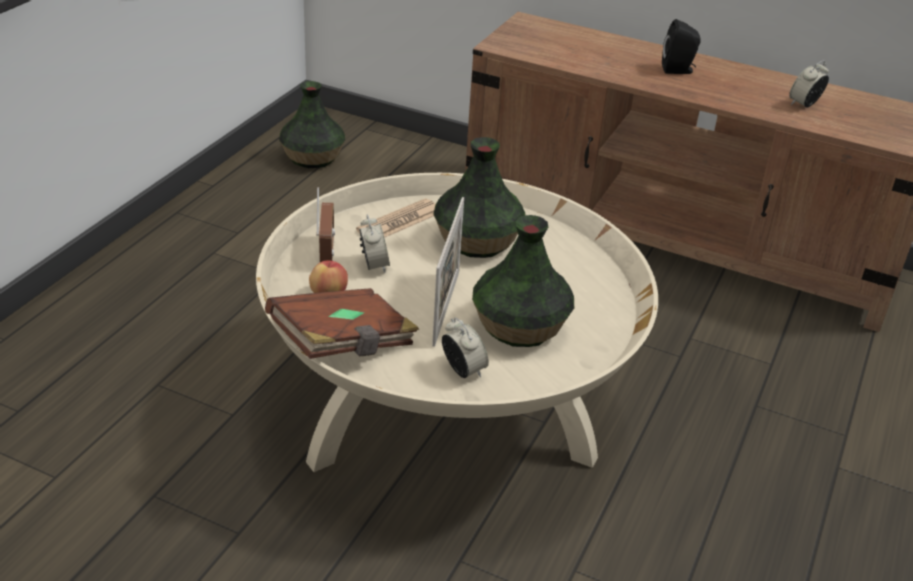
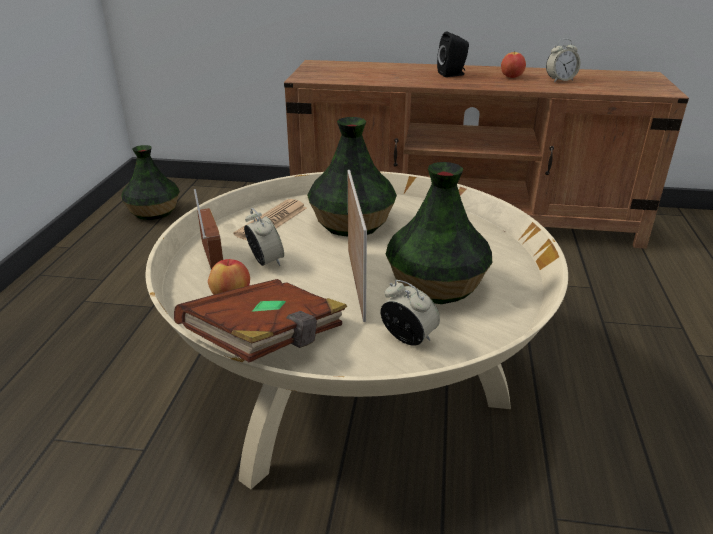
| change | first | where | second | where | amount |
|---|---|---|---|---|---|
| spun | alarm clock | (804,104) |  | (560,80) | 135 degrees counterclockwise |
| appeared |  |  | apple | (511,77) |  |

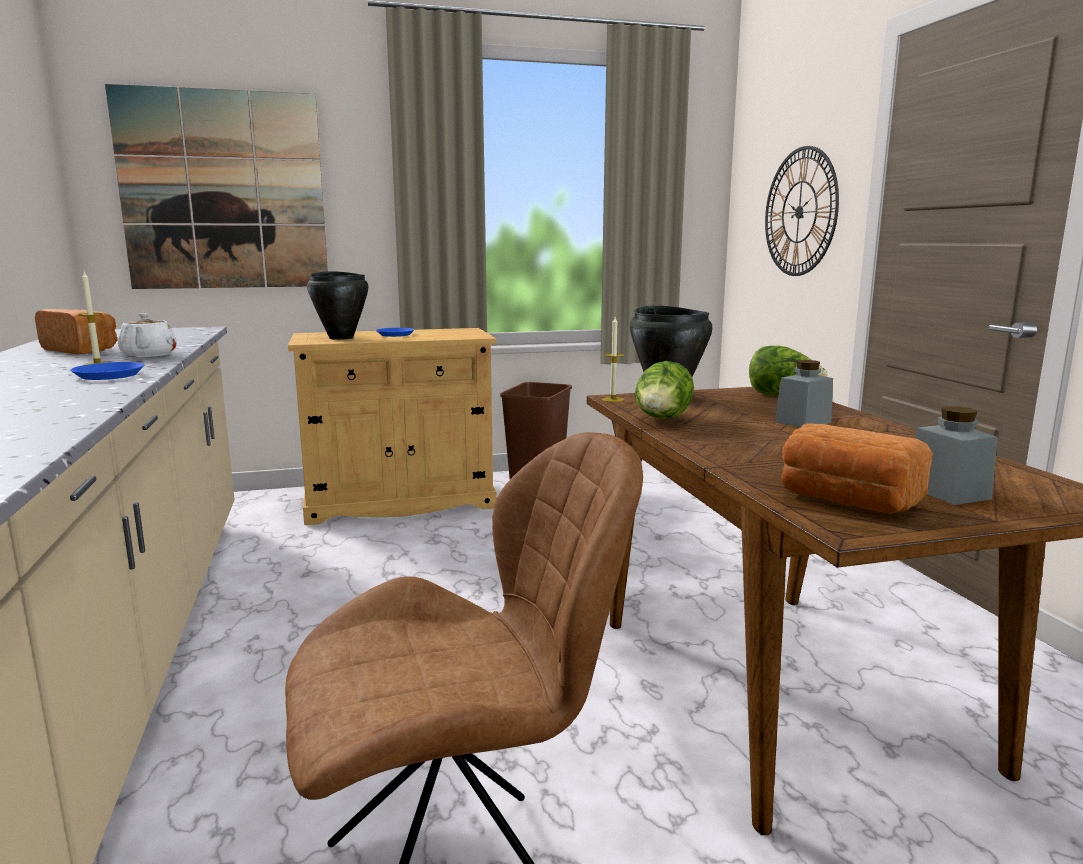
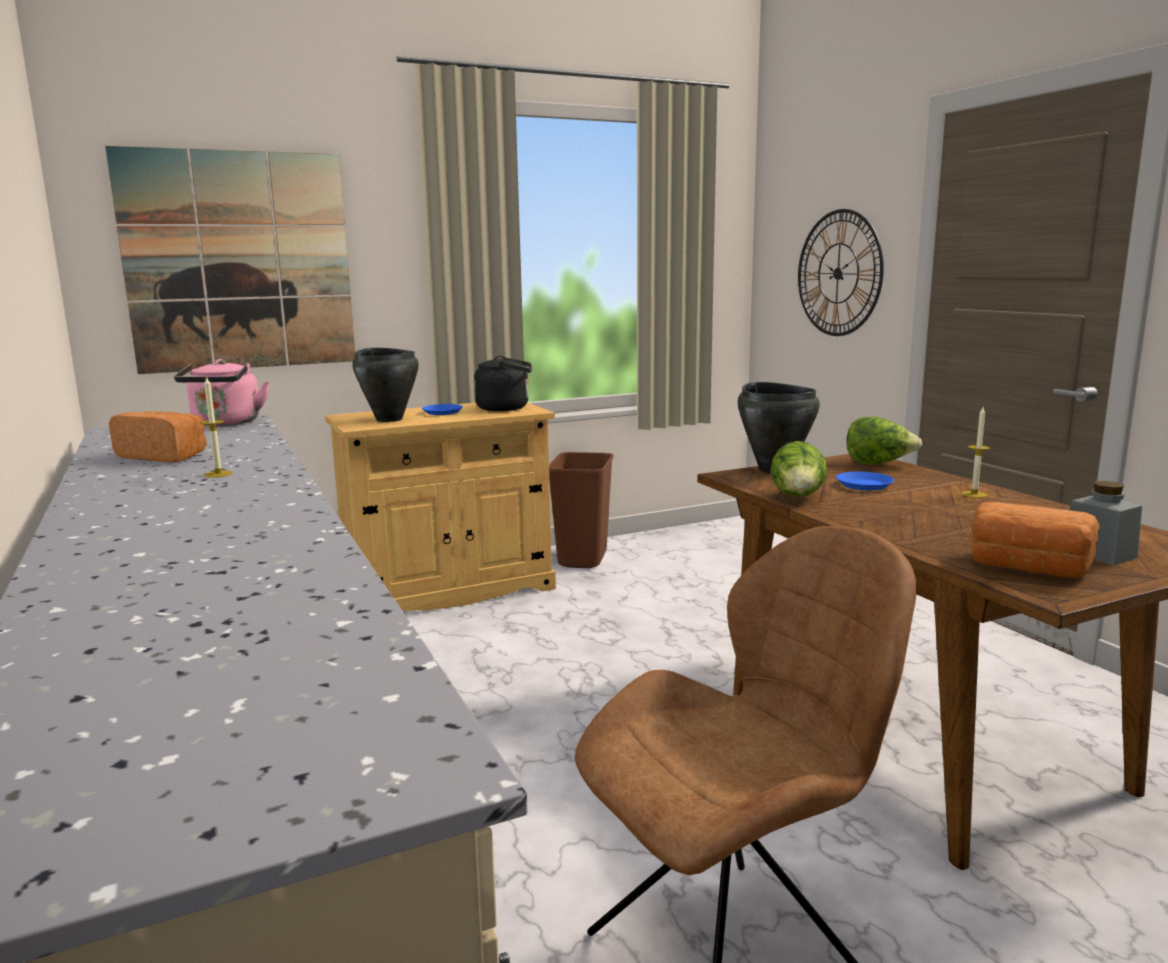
| change | first | where | second | where | amount |
|---|---|---|---|---|---|
| missing | teapot/white | (148,355) |  |  |  |
| relocated | candle | (613,400) |  | (974,494) |  |
| missing | jar/grey | (803,422) |  |  |  |
| relocated | plate/blue | (109,375) |  | (864,485) |  |
| appeared |  |  | kettle/black | (506,408) |  |
| appeared |  |  | kettle/pink | (226,423) |  |

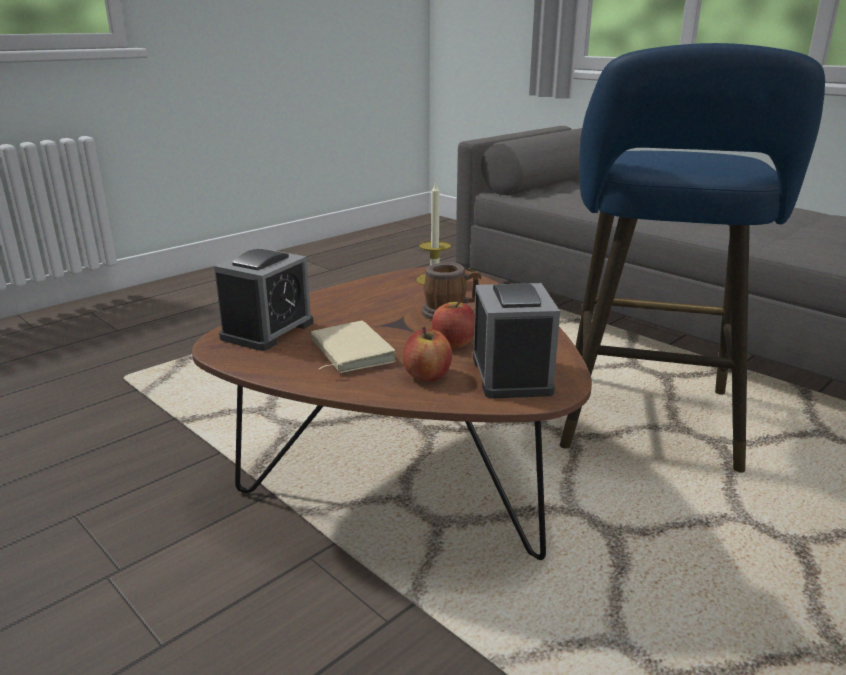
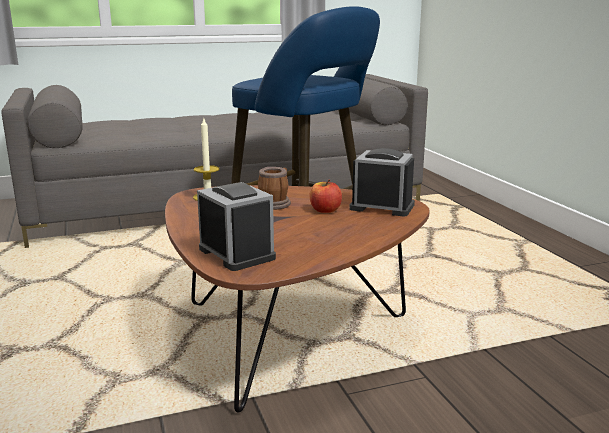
| change | first | where | second | where | amount |
|---|---|---|---|---|---|
| missing | book/beige | (349,352) |  |  |  |
| missing | apple | (427,375) |  |  |  |

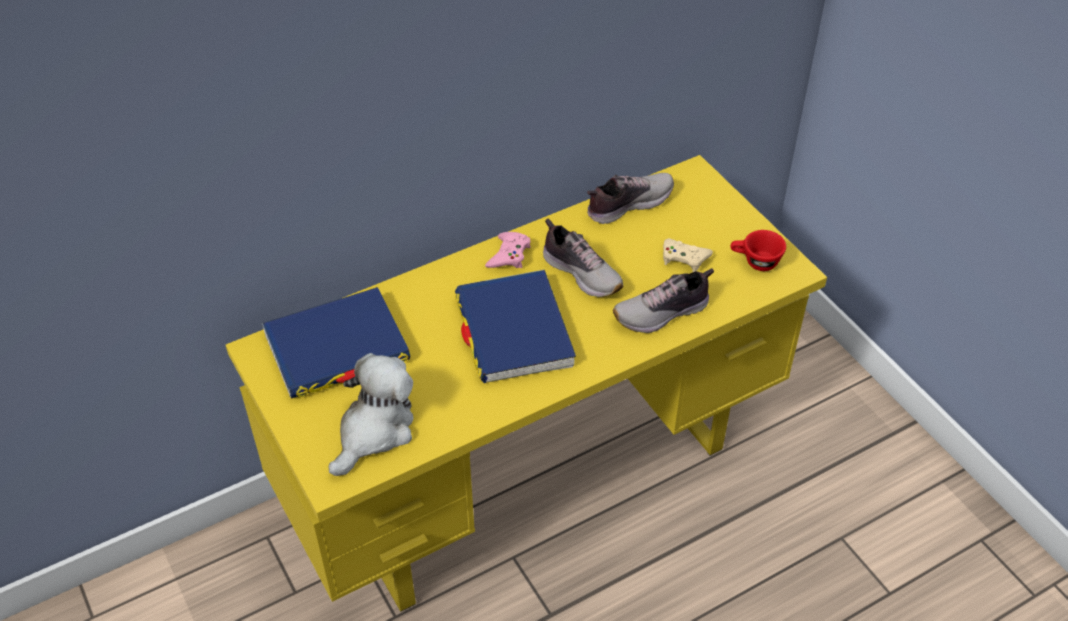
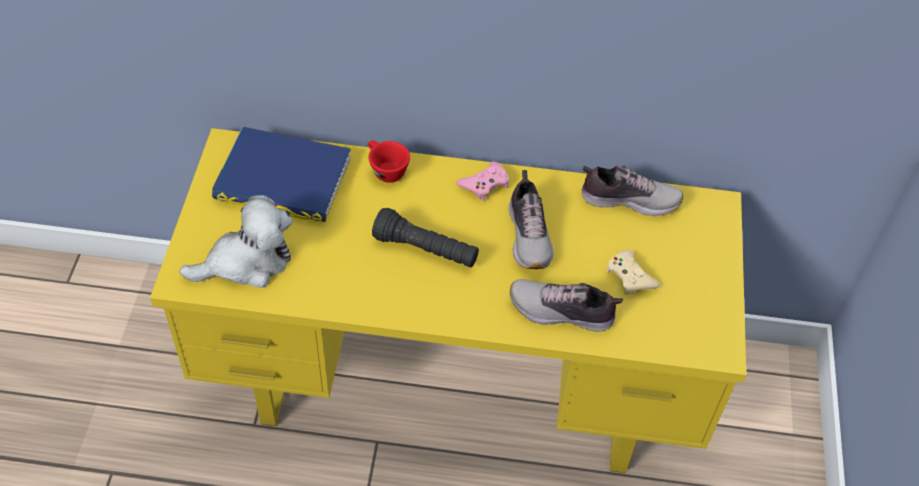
| change | first | where | second | where | amount |
|---|---|---|---|---|---|
| relocated | cup/red | (755,262) |  | (385,170) |  |
| exchanged | book/blue | (514,331) | flashlight/black | (426,250) |  |

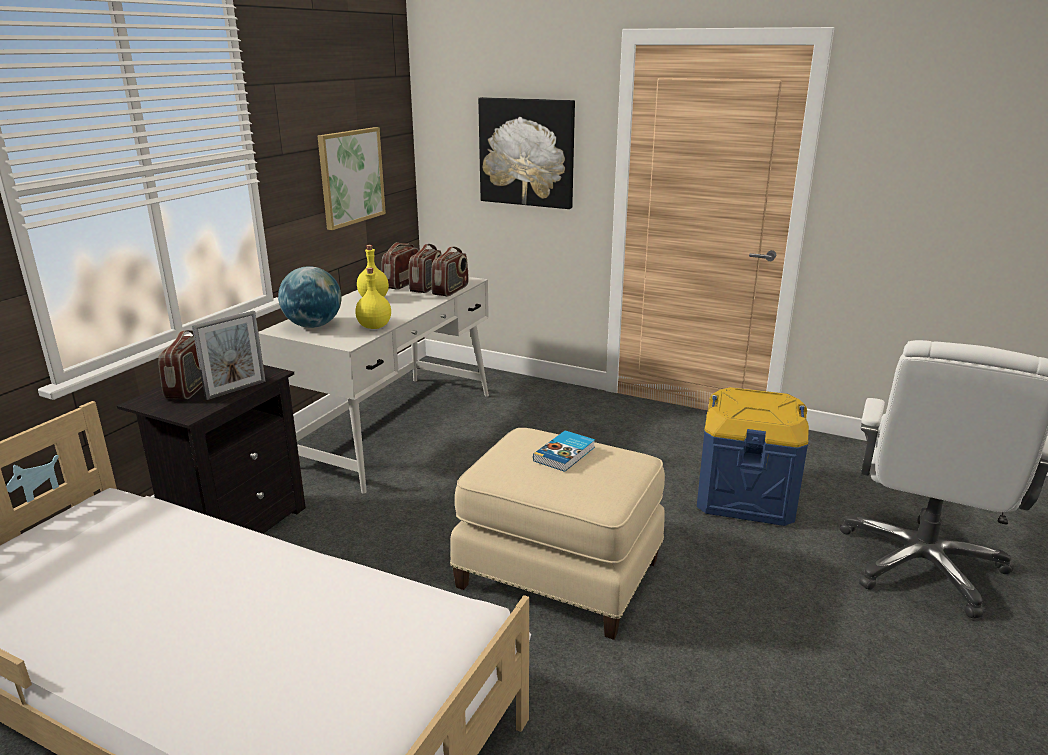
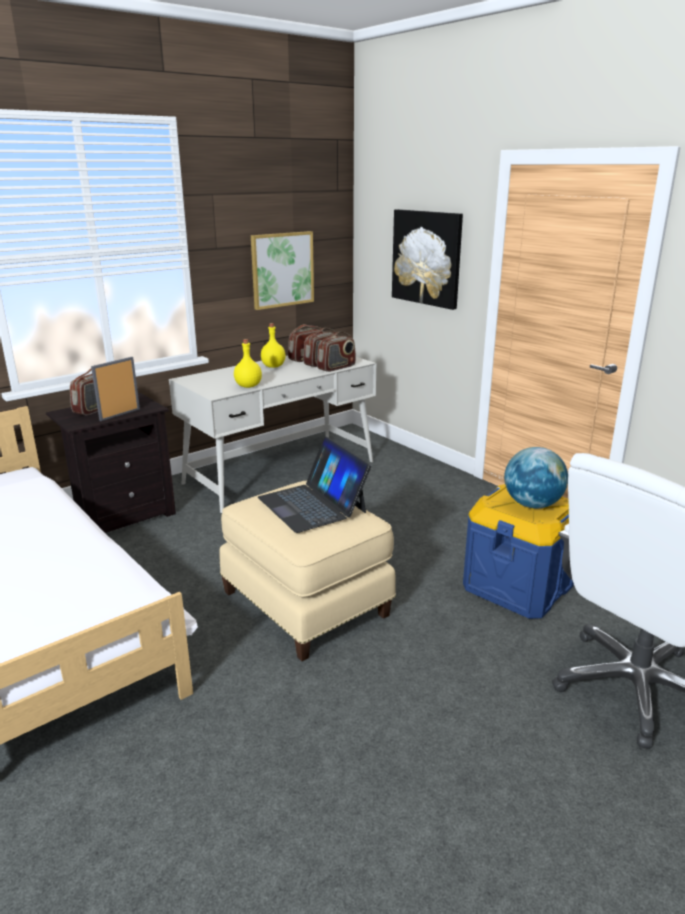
| change | first | where | second | where | amount |
|---|---|---|---|---|---|
| relocated | globe | (313,325) |  | (532,505) |  |
| spun | picture frame | (236,390) |  | (120,414) | 150 degrees clockwise |
| exchanged | book | (565,454) | laptop | (312,504) |  |

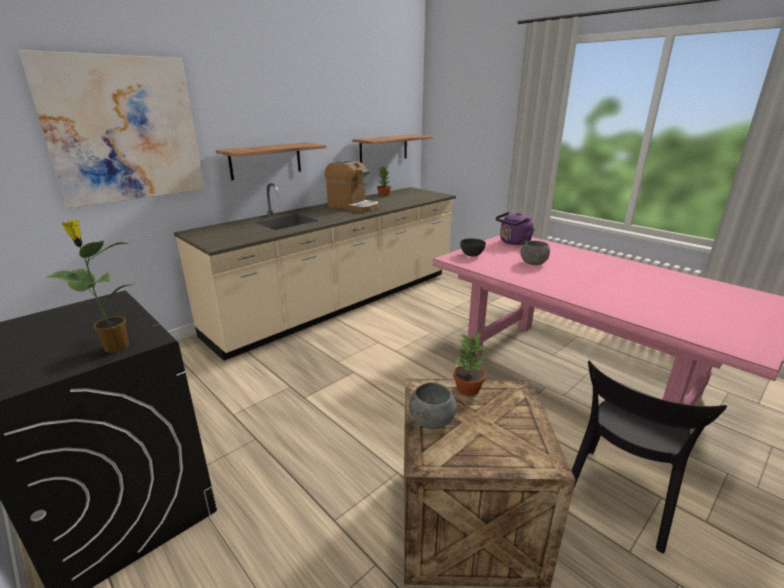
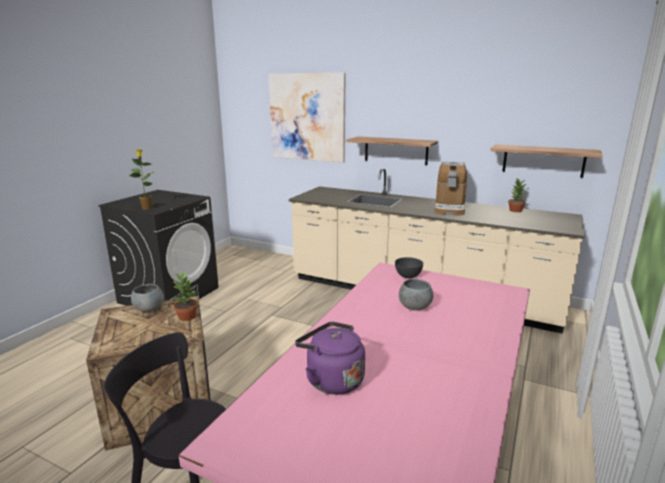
| change | first | where | second | where | amount |
|---|---|---|---|---|---|
| relocated | kettle/purple | (513,242) |  | (331,380) |  |

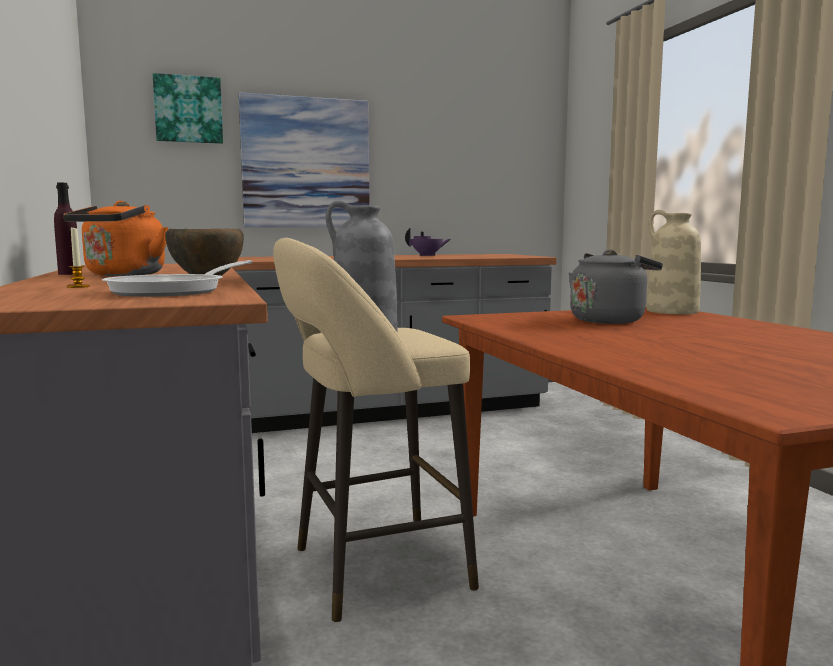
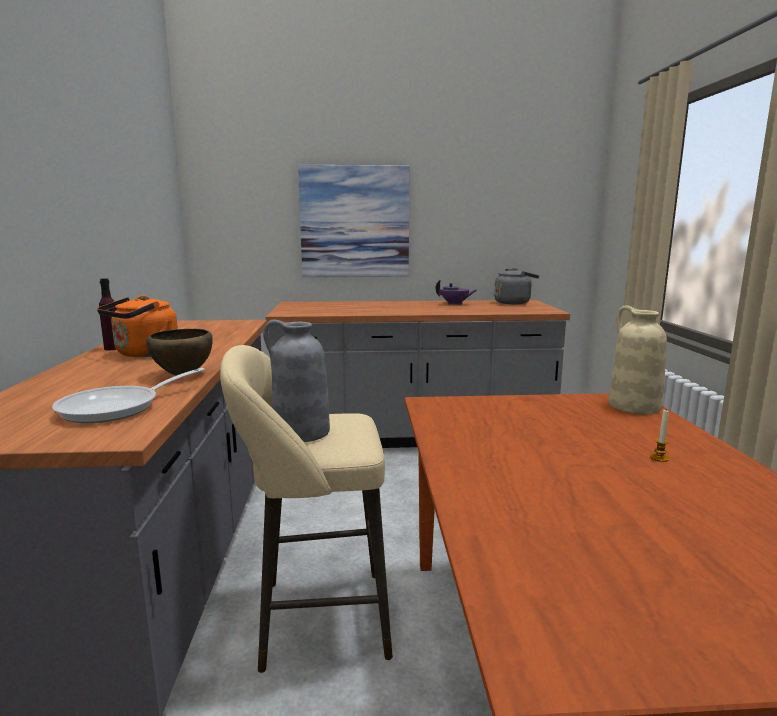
| change | first | where | second | where | amount |
|---|---|---|---|---|---|
| missing | picture | (188,109) |  |  |  |
| relocated | candle | (78,287) |  | (659,458) |  |
| relocated | kettle/grey | (609,320) |  | (514,302) |  |

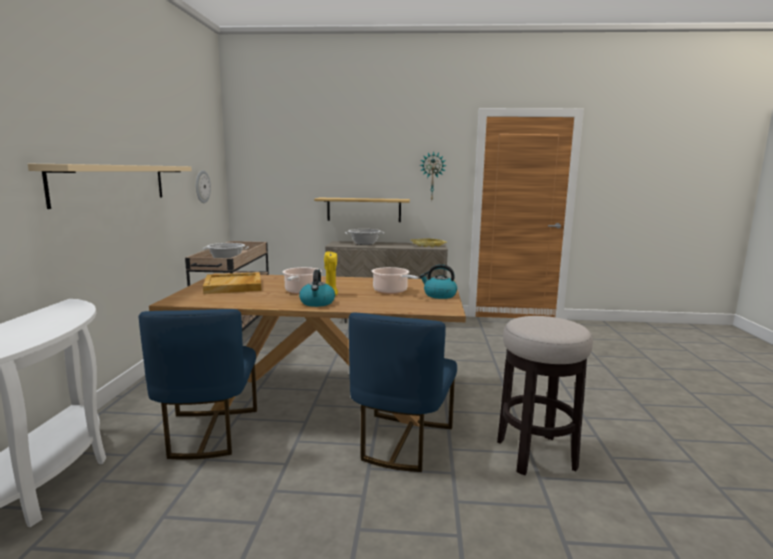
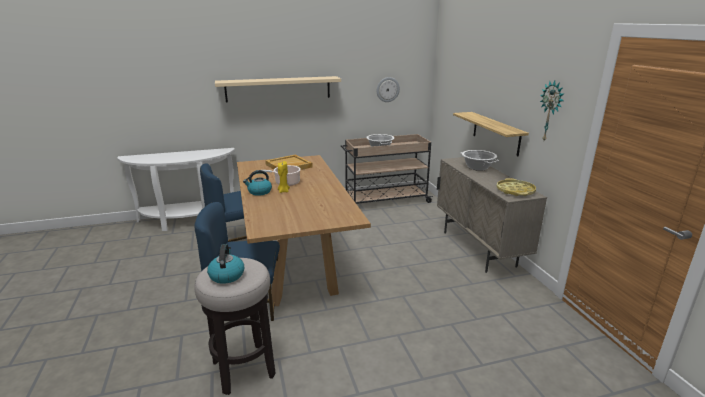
| change | first | where | second | where | amount |
|---|---|---|---|---|---|
| relocated | kettle | (439,295) |  | (226,275) |  |
| missing | cooking pot | (391,291) |  |  |  |

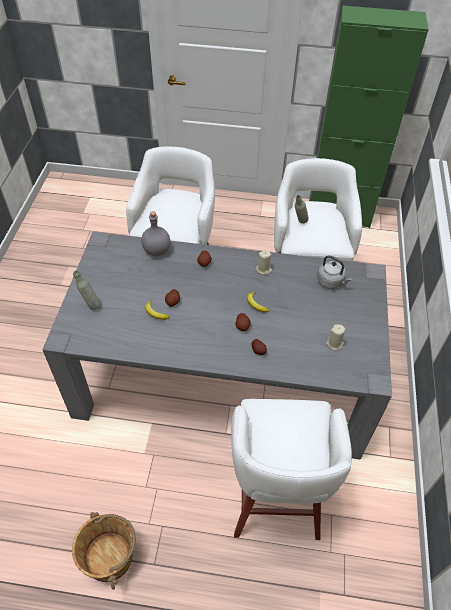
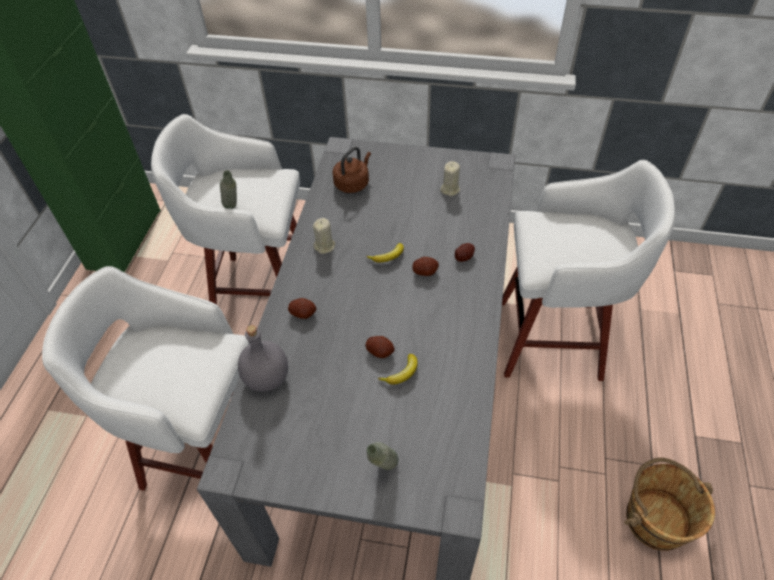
| change | first | where | second | where | amount |
|---|---|---|---|---|---|
| colour | kettle/grey | (331,282) | kettle/brown | (353,183) |  |

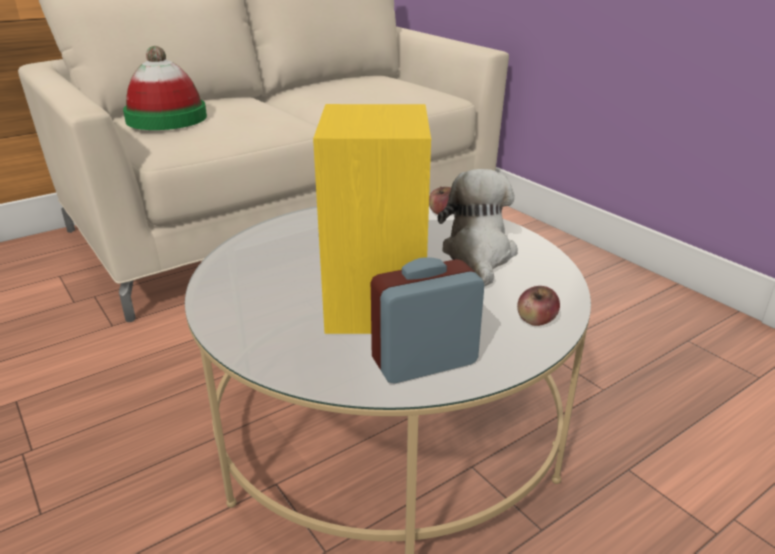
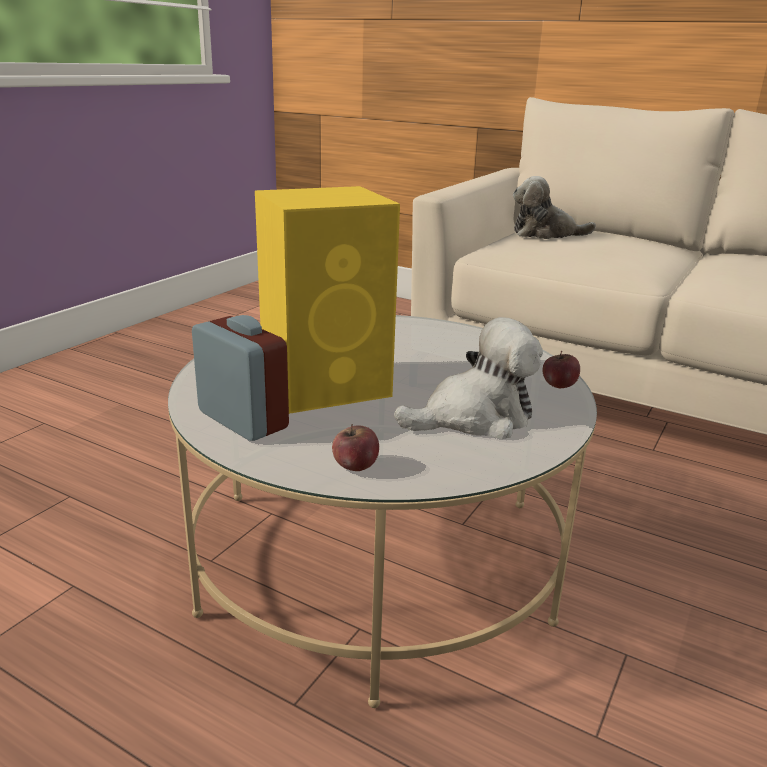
| change | first | where | second | where | amount |
|---|---|---|---|---|---|
| exchanged | hat | (166,118) | plush toy | (545,234) |  |

